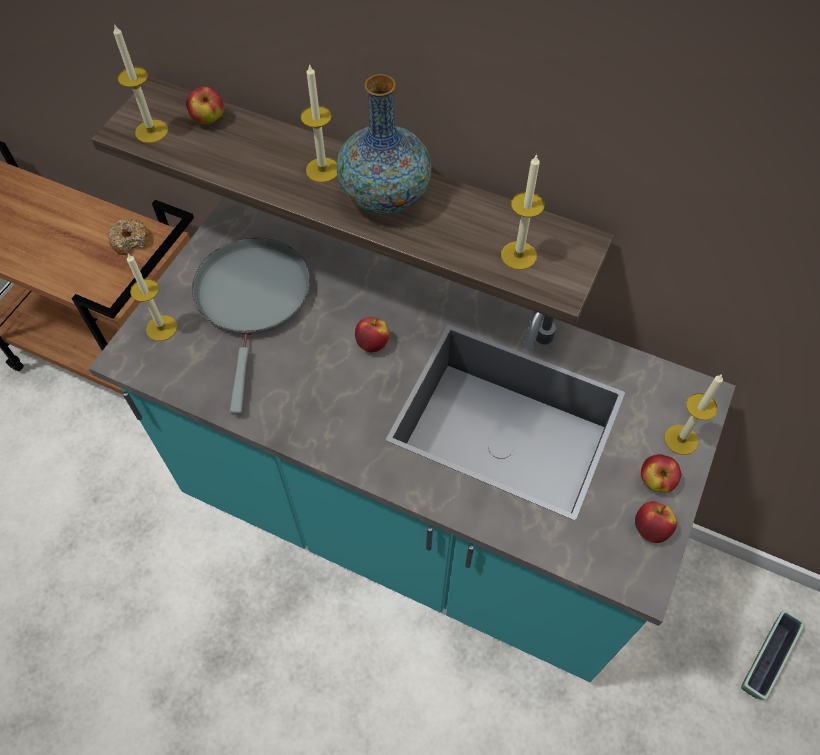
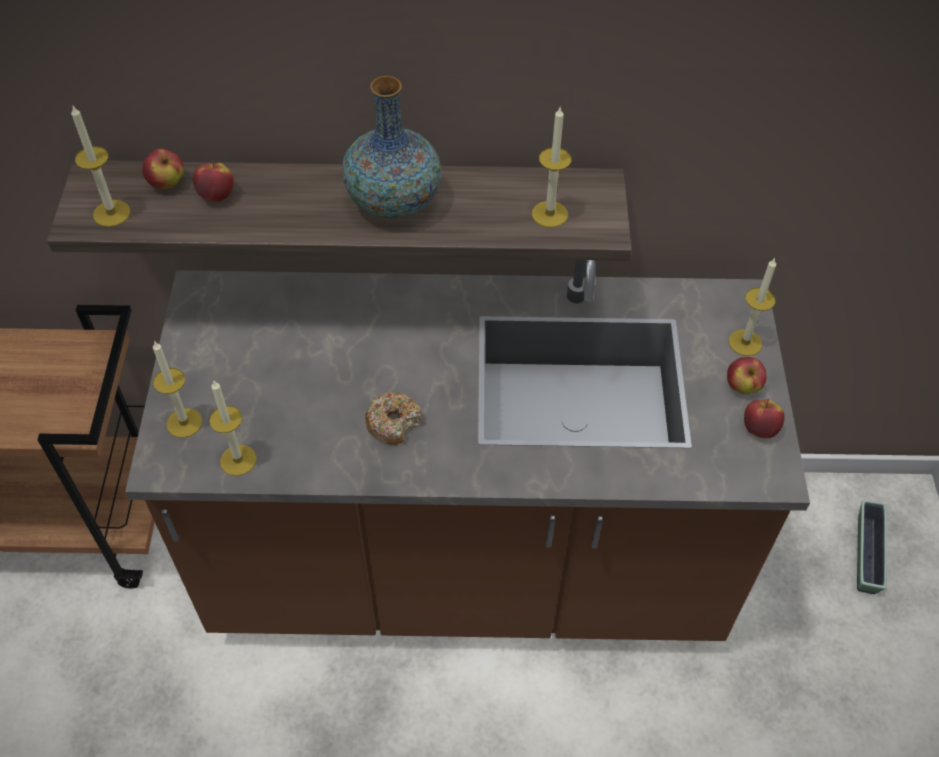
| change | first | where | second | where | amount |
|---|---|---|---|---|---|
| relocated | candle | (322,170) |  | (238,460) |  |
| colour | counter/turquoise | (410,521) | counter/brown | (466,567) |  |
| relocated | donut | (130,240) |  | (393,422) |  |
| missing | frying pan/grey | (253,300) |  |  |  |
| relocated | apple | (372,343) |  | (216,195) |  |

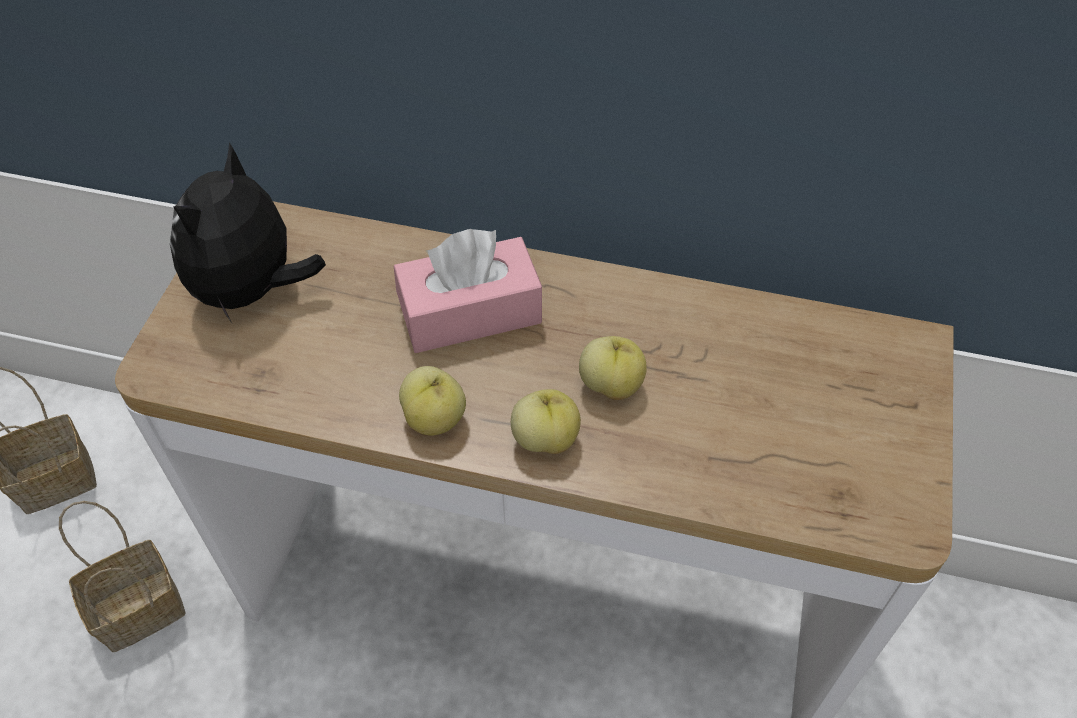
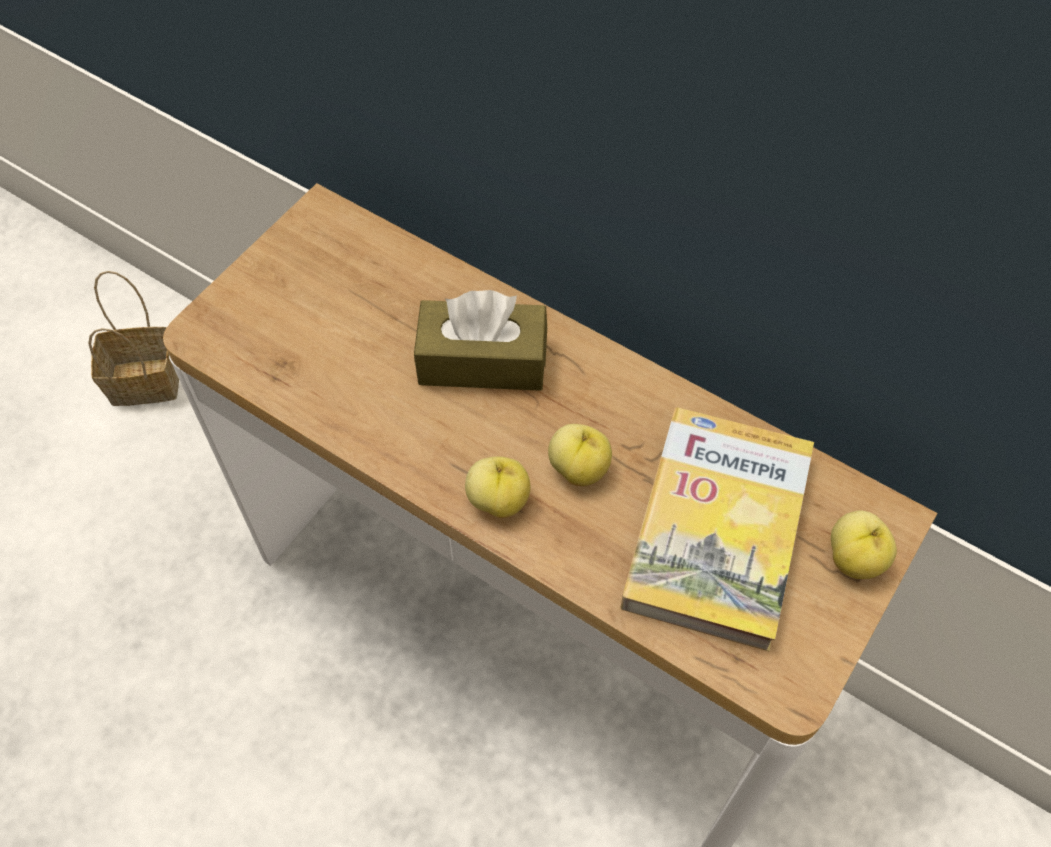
| change | first | where | second | where | amount |
|---|---|---|---|---|---|
| missing | plush toy | (252,291) |  |  |  |
| colour | tissue box/pink | (470,313) | tissue box/brown | (482,361) |  |
| relocated | apple | (435,418) |  | (855,558) |  |
| missing | basket | (142,607) |  |  |  |
| appeared |  |  | book | (717,530) |  |

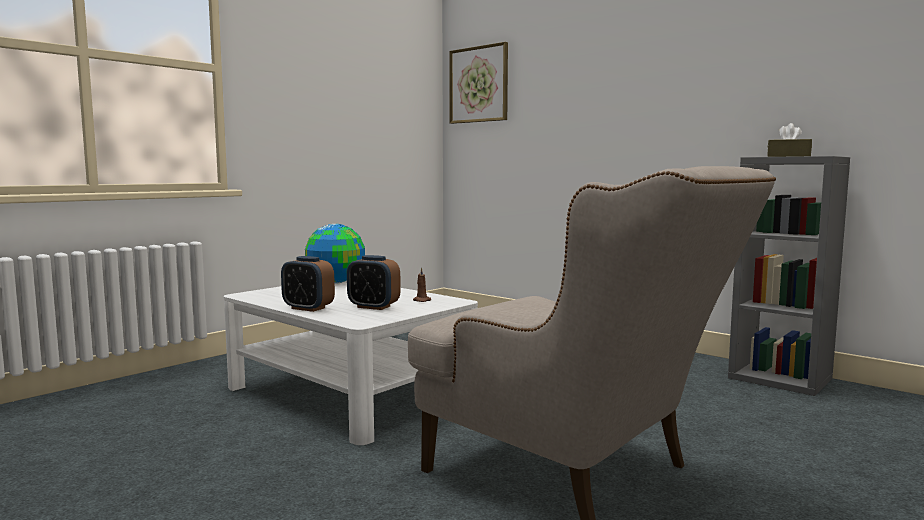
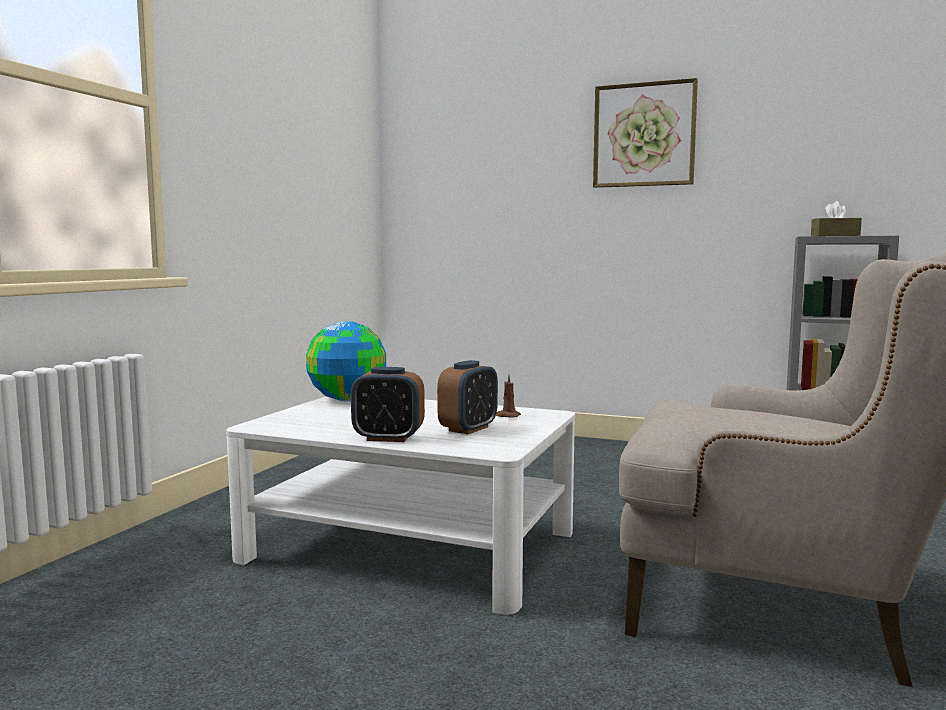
| change | first | where | second | where | amount |
|---|---|---|---|---|---|
| relocated | picture | (479,84) |  | (644,135) |  |
| spun | alarm clock | (373,307) |  | (468,429) | 60 degrees counterclockwise |

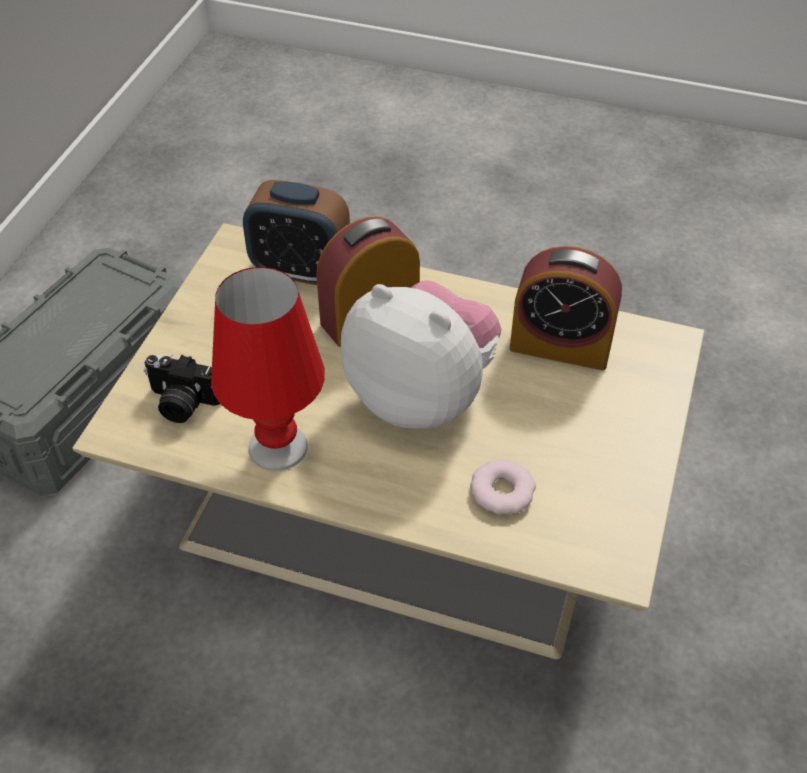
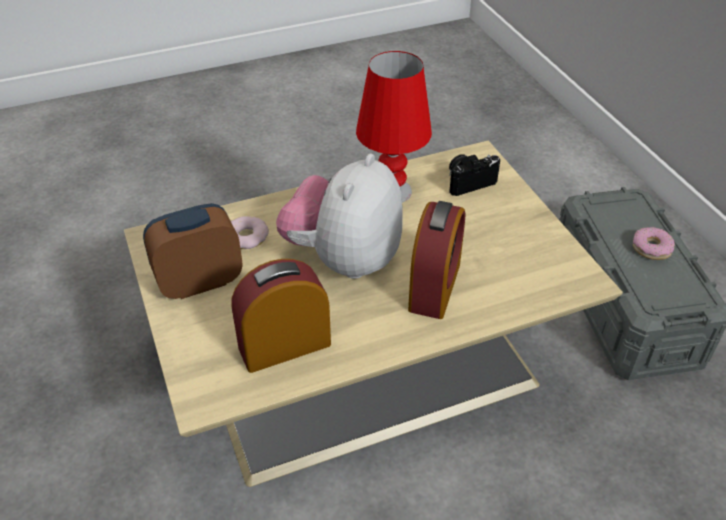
| change | first | where | second | where | amount |
|---|---|---|---|---|---|
| relocated | alarm clock | (300,269) |  | (199,282) |  |
| spun | plush toy | (422,396) |  | (344,259) | 120 degrees clockwise |
| appeared |  |  | donut | (651,248) |  |

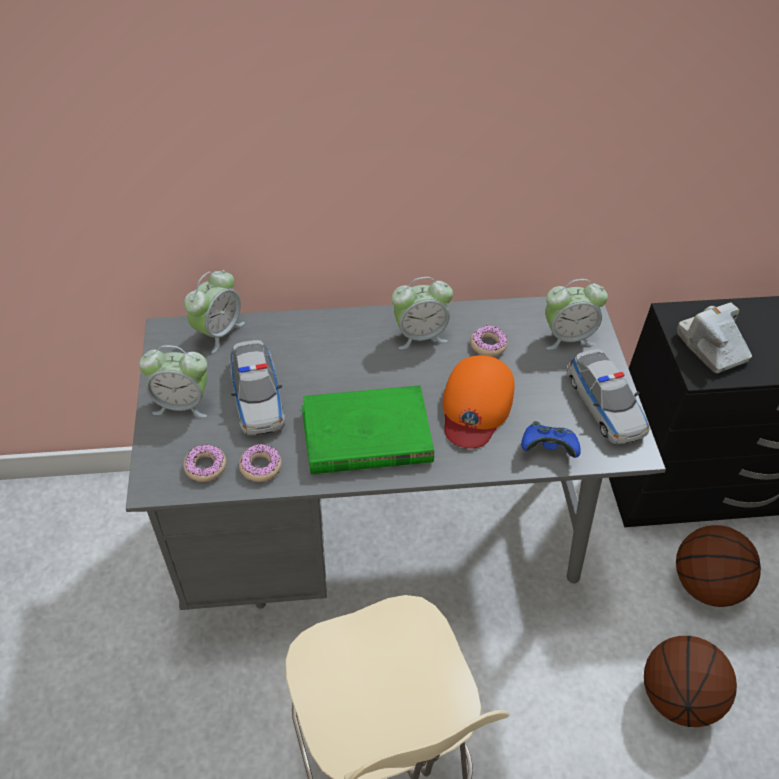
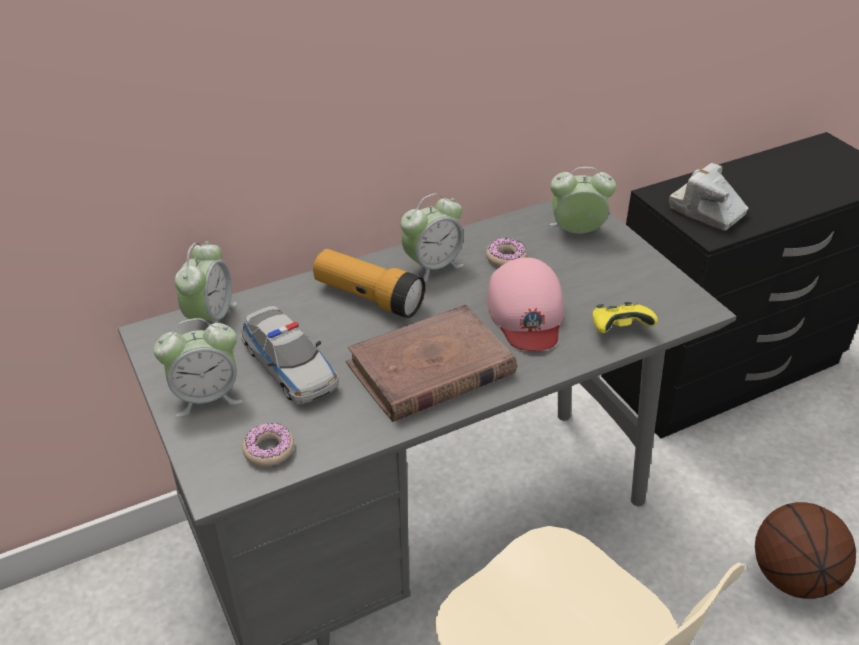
| change | first | where | second | where | amount |
|---|---|---|---|---|---|
| spun | alarm clock | (567,337) |  | (577,232) | 150 degrees counterclockwise |
| missing | toy car | (604,404) |  |  |  |
| colour | cap/orange | (476,405) | cap/pink | (526,312) |  |
| colour | book/green | (366,435) | book/brown | (430,369) |  |
| colour | game controller/blue | (548,449) | game controller/yellow | (619,329) |  |
| missing | donut | (260,466) |  |  |  |
| missing | basketball | (704,584) |  |  |  |
| appeared |  |  | flashlight | (368,297) |  |

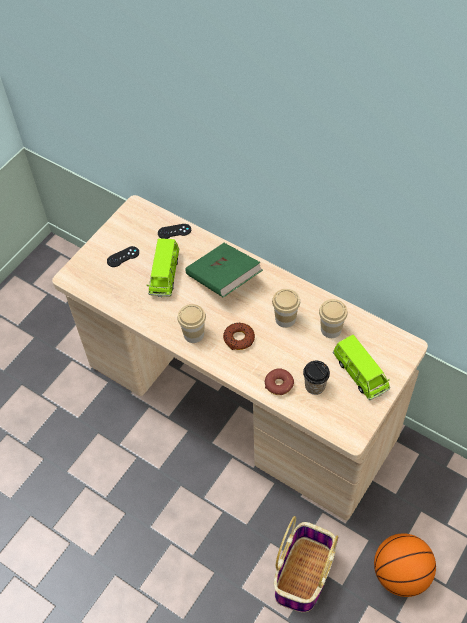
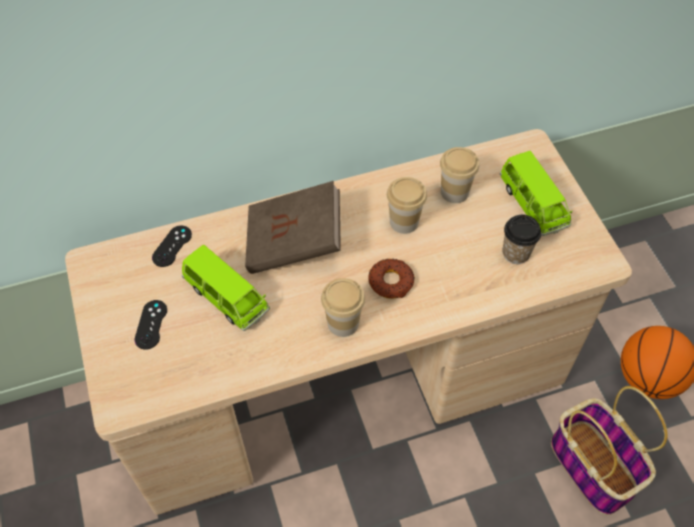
| change | first | where | second | where | amount |
|---|---|---|---|---|---|
| colour | book/green | (223,280) | book/brown | (294,243) |  |
| spun | toy car/green | (360,373) |  | (532,204) | 60 degrees clockwise |
| missing | donut | (279,384) |  |  |  |

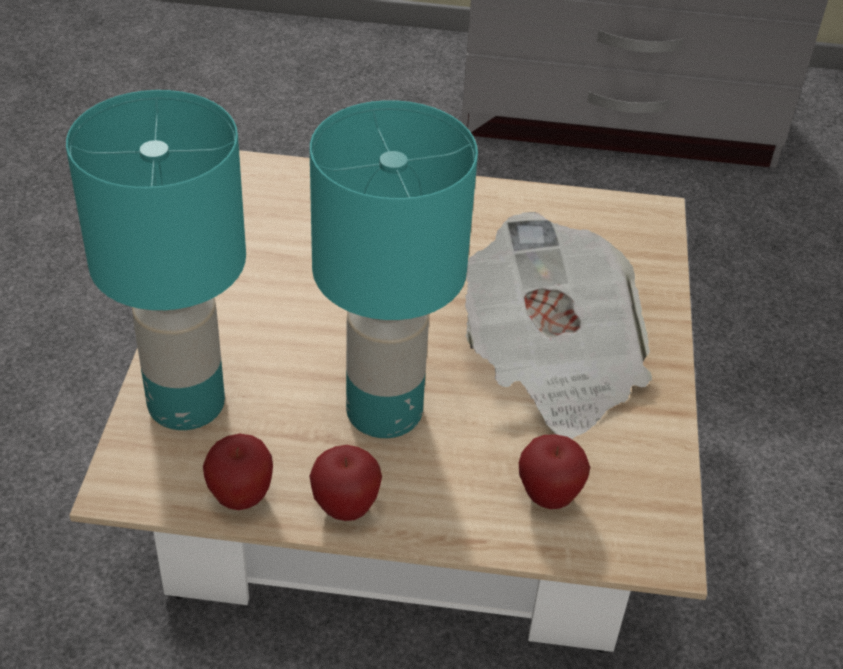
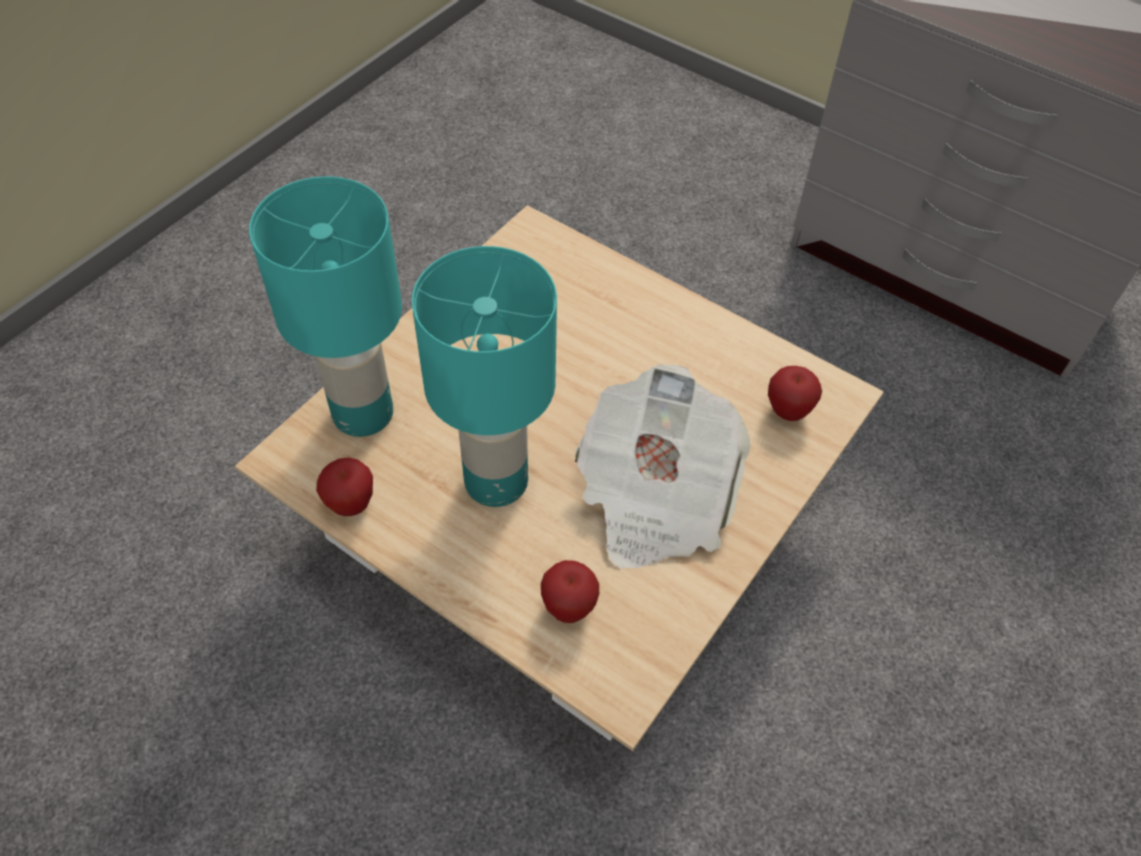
| change | first | where | second | where | amount |
|---|---|---|---|---|---|
| relocated | apple | (345,508) |  | (788,411) |  |

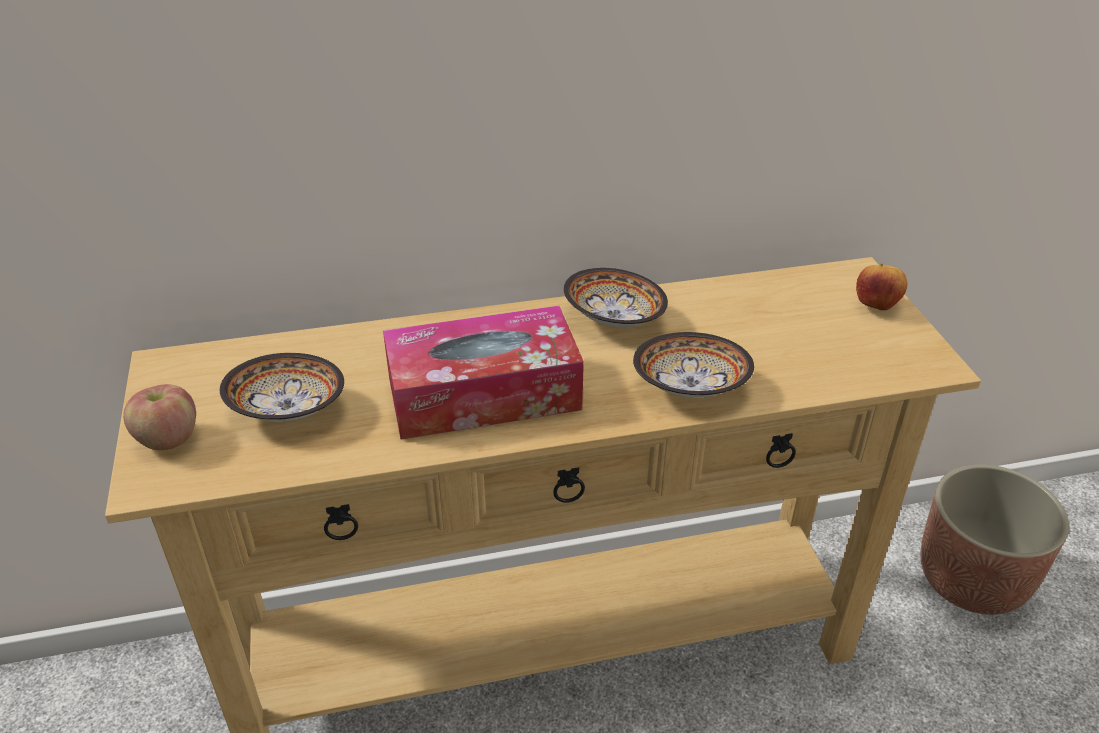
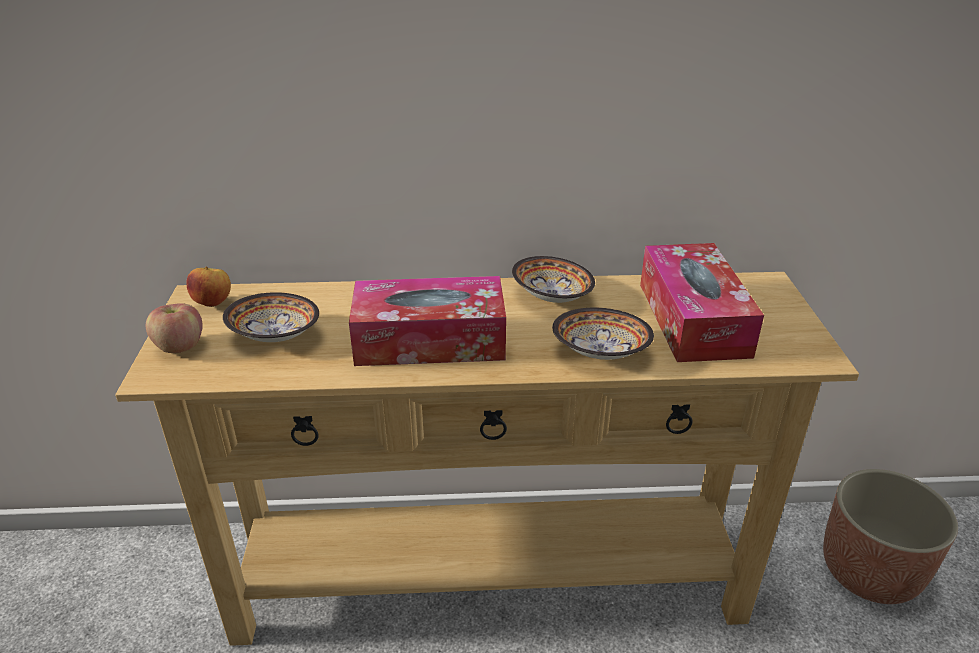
| change | first | where | second | where | amount |
|---|---|---|---|---|---|
| relocated | apple | (876,306) |  | (214,303) |  |
| appeared |  |  | tissue box | (693,319) |  |

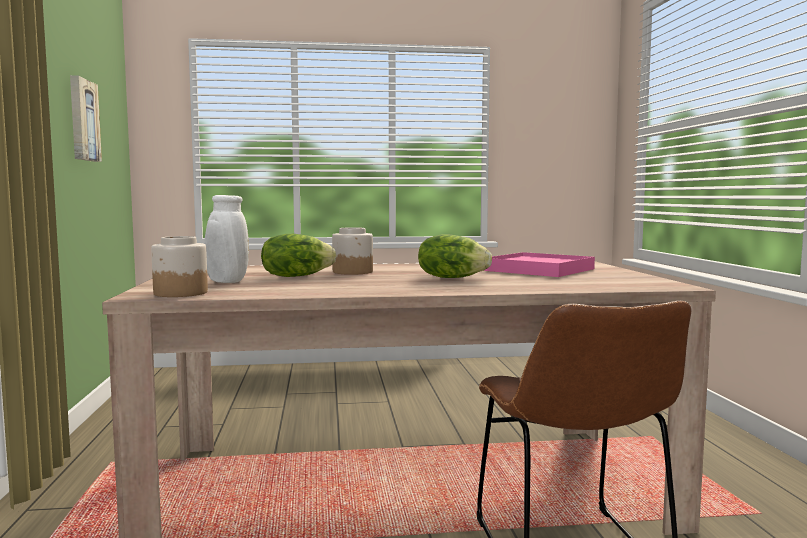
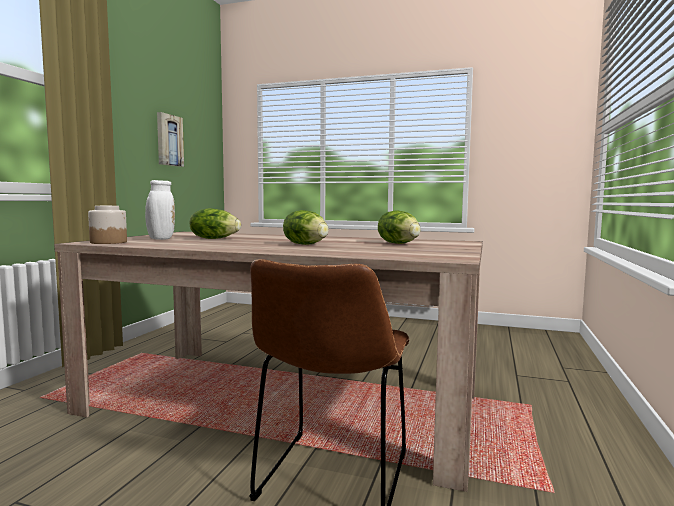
| change | first | where | second | where | amount |
|---|---|---|---|---|---|
| missing | jar | (353,272) |  |  |  |
| exchanged | tray/pink | (538,270) | lettuce | (399,243) |  |

